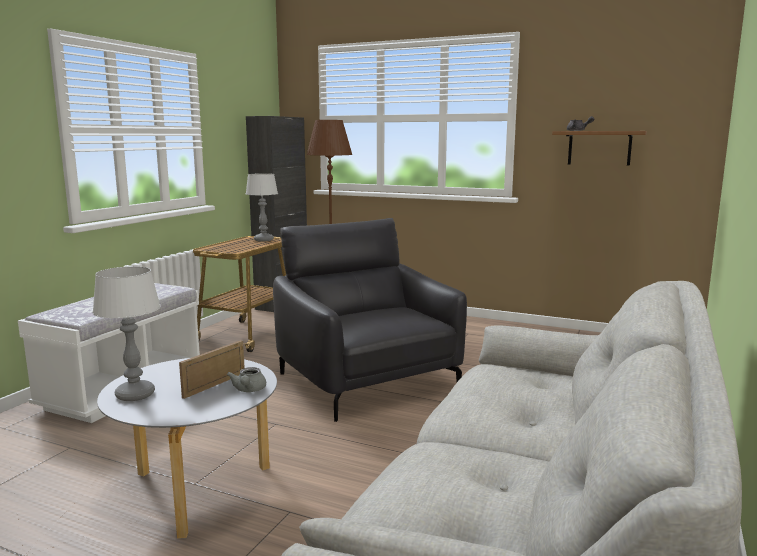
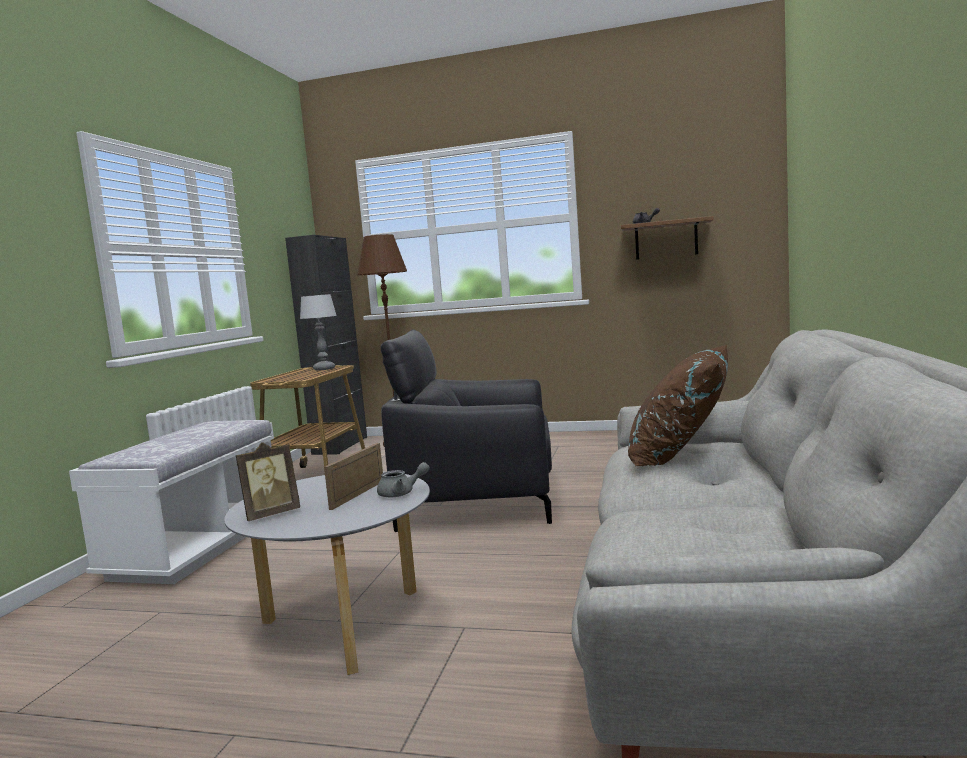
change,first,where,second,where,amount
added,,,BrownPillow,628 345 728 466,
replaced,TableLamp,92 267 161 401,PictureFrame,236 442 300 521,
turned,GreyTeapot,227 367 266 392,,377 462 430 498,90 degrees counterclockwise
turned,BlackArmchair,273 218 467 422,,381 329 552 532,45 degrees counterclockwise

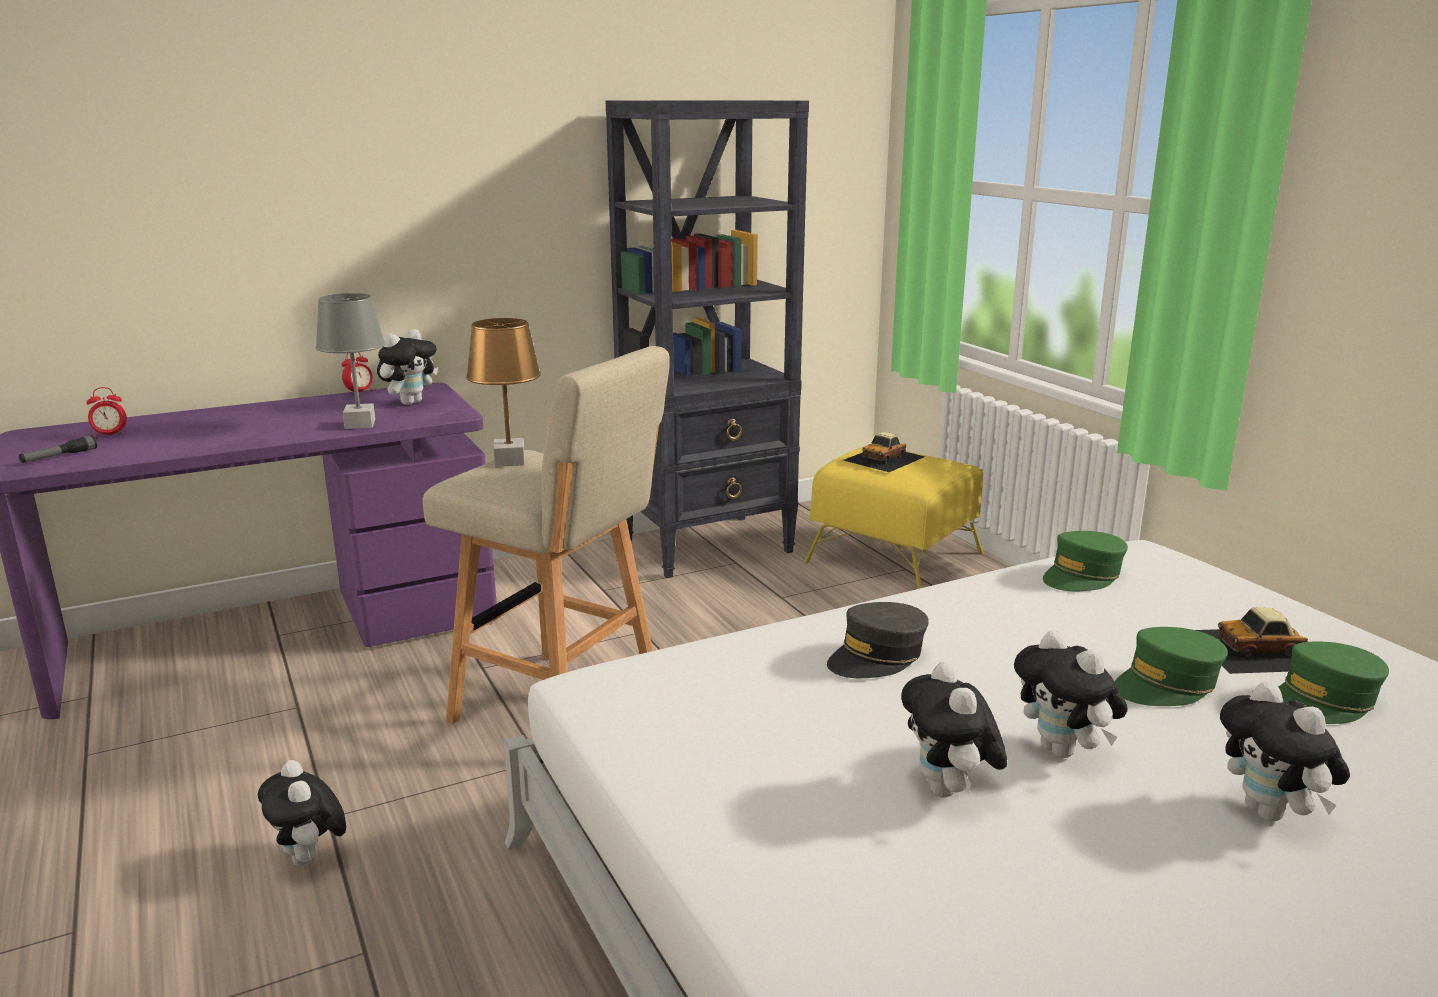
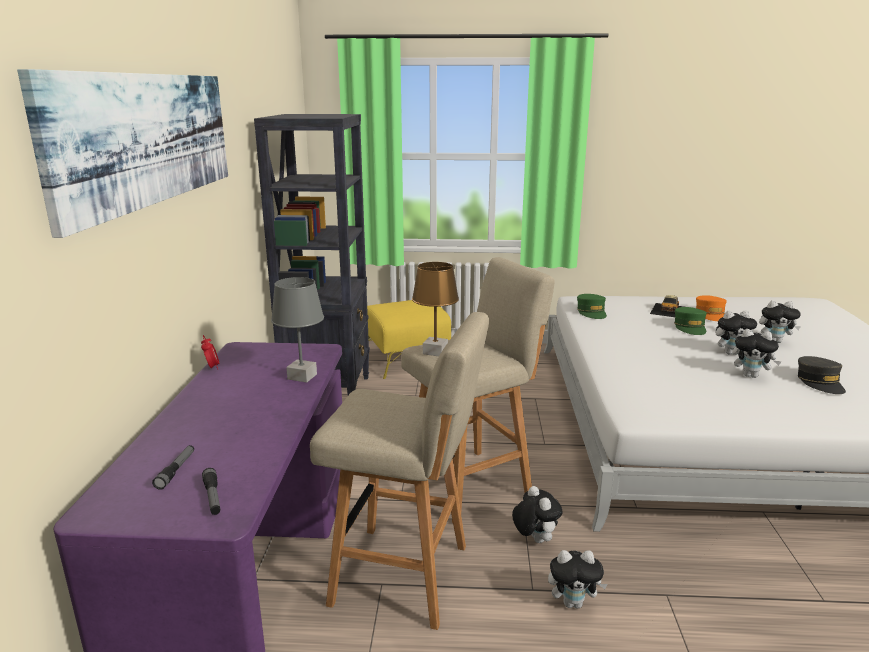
change,first,where,second,where,amount
removed,ToyCar,843 432 925 472,,,
added,,,Picture,17 69 228 238,
added,,,BeigeStool,310 312 489 630,
moved,PlushToy,377 329 438 405,,512 486 562 543,
moved,GreyCap,827 602 929 678,,798 356 846 394,
replaced,AlarmClock,86 387 127 439,Flashlight,152 445 194 490,
recoloured,GreenCap,1279 641 1389 724,OrangeCap,696 295 727 321,

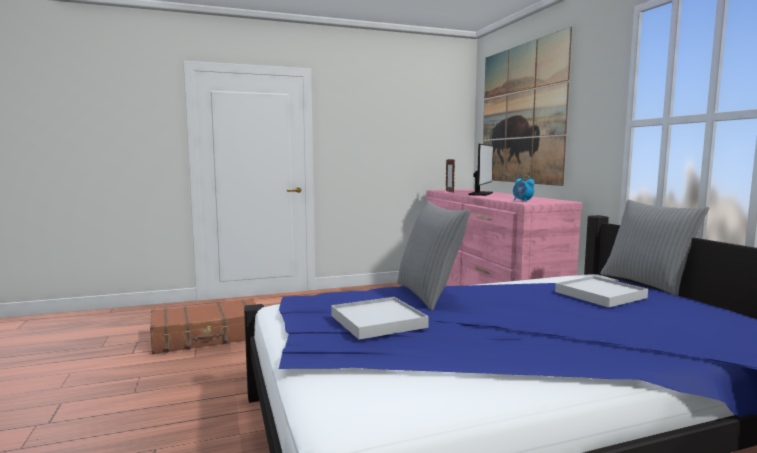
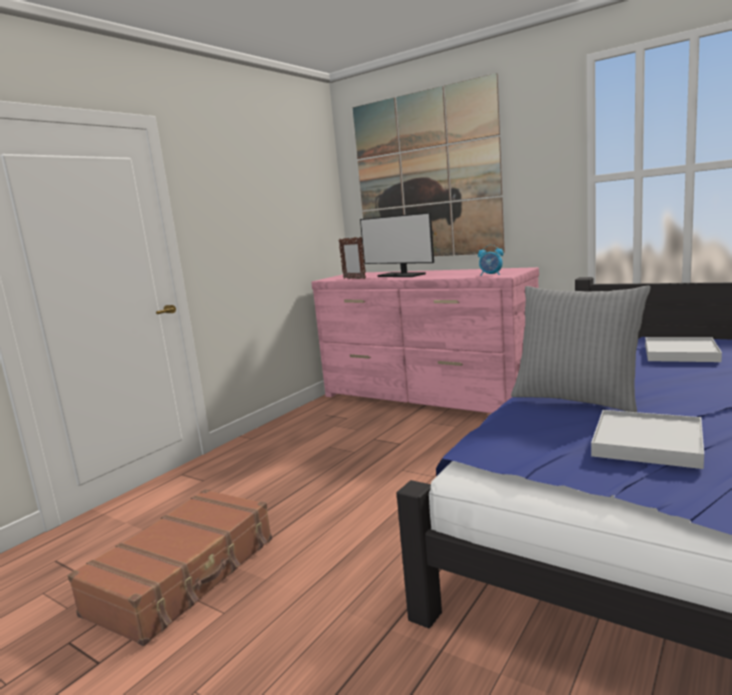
change,first,where,second,where,amount
removed,GreyPillow,600 200 709 296,,,
turned,Monitor,469 144 493 196,,360 212 434 277,150 degrees clockwise

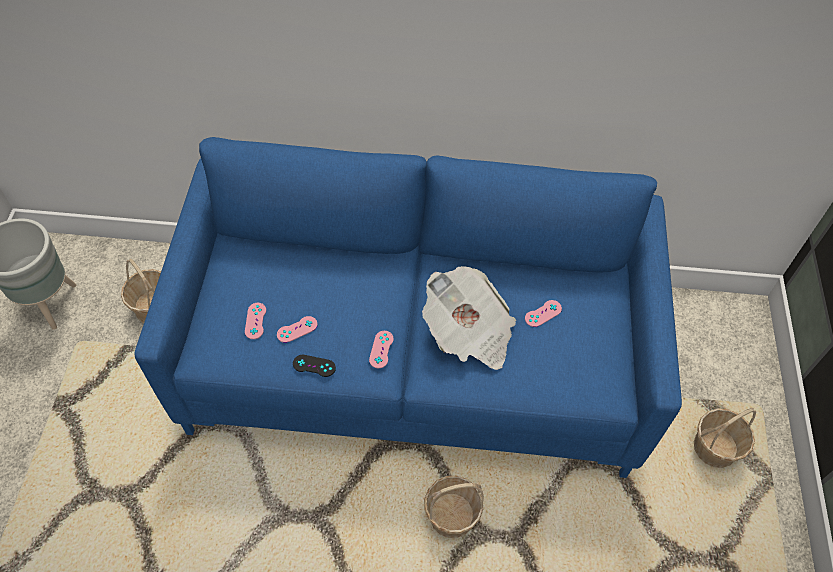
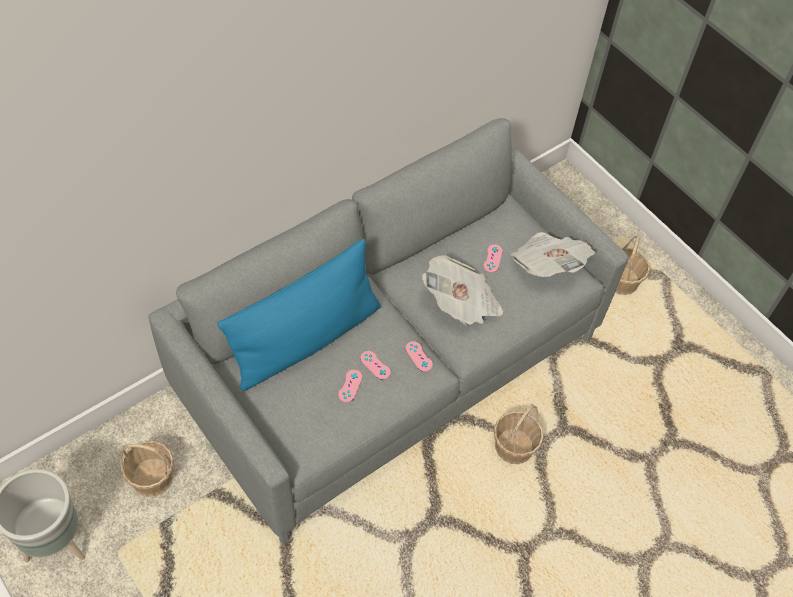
change,first,where,second,where,amount
removed,BlackGameController,293 355 336 377,,,
added,,,BluePillow,217 239 381 391,
added,,,Newspaper,510 232 595 277,
moved,PinkGameController,245 303 266 339,,360 351 391 380,
recoloured,BlueSofa,134 137 682 478,GreySofa,148 118 628 544,

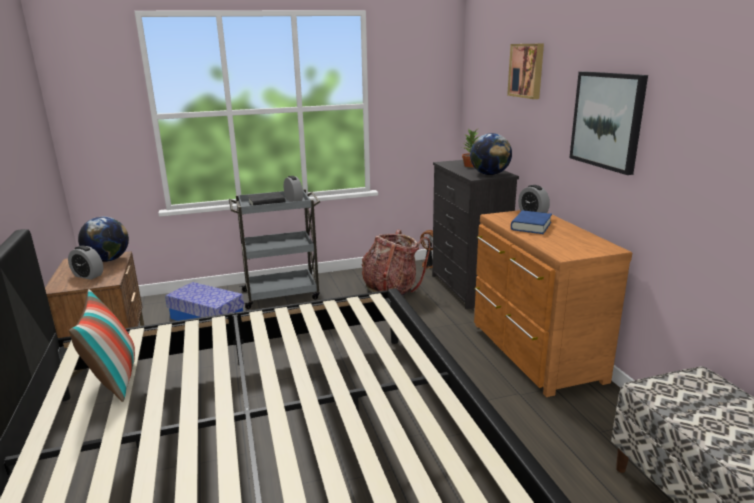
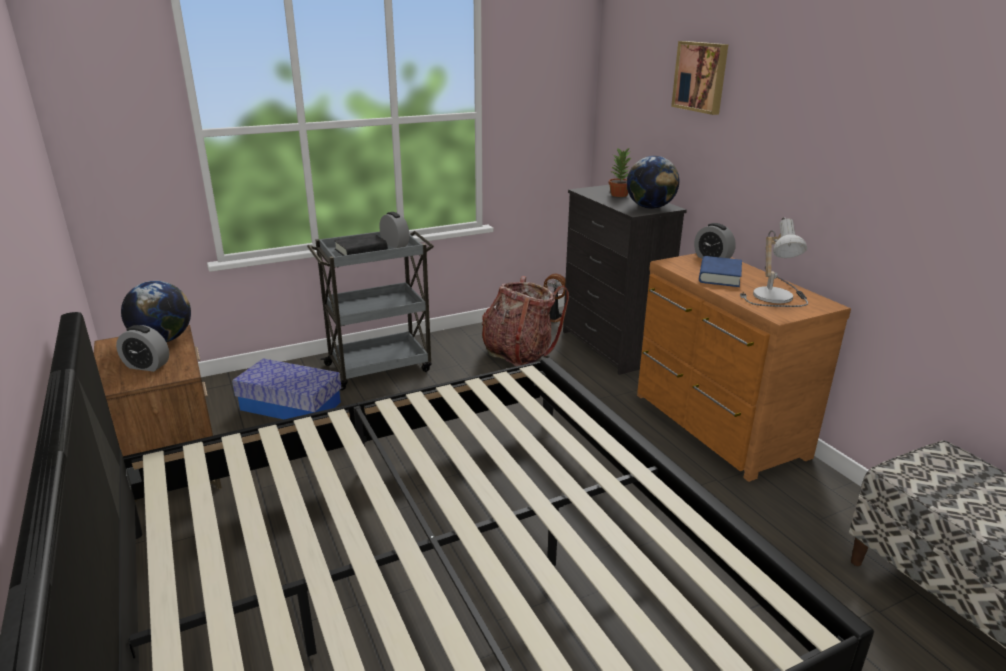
change,first,where,second,where,amount
removed,Pillow,69 289 135 402,,,
removed,Picture,569 71 648 175,,,
added,,,TableLamp,740 217 808 307,

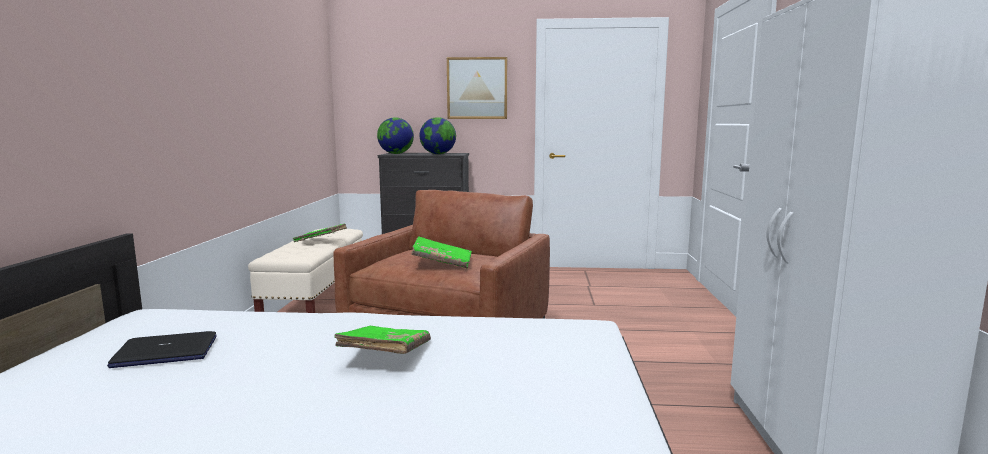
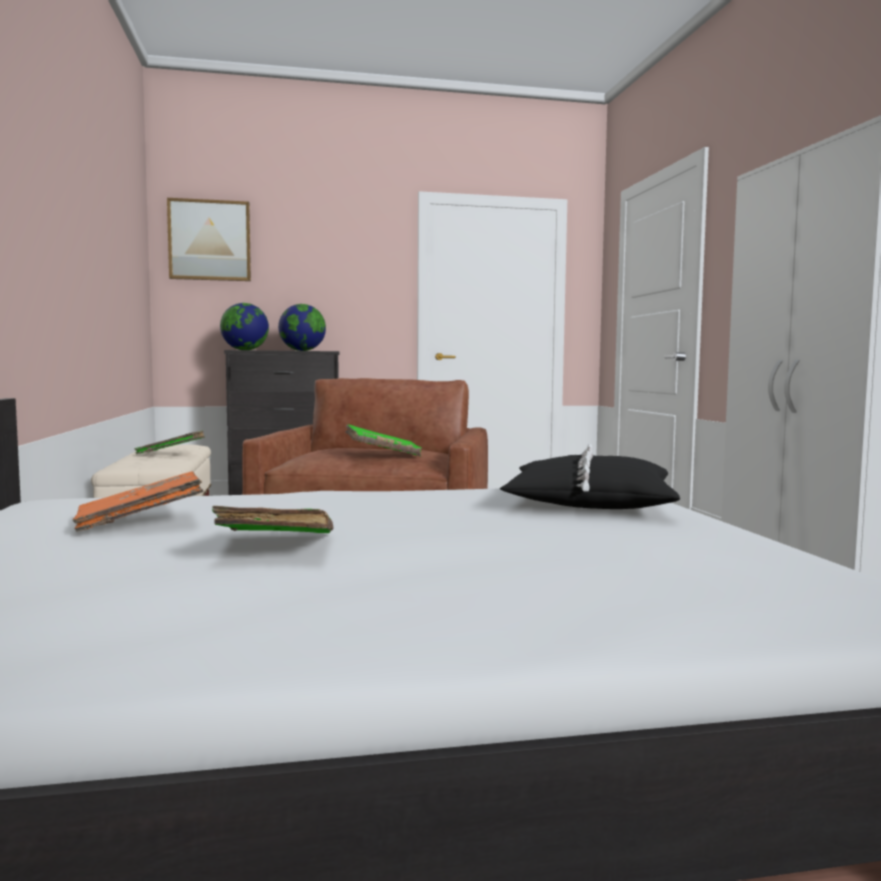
change,first,where,second,where,amount
added,,,BlackPillow,500 443 681 509,
moved,GreenBook,334 326 431 354,,212 506 334 533,
moved,Picture,447 57 507 119,,167 198 251 281,
replaced,Laptop,107 331 217 368,OrangeBook,73 471 204 531,

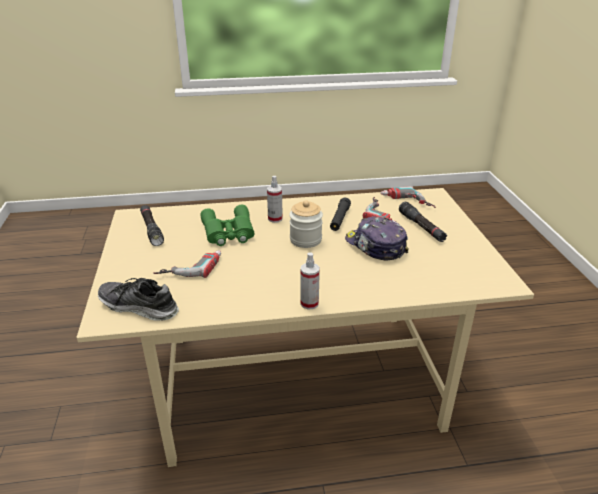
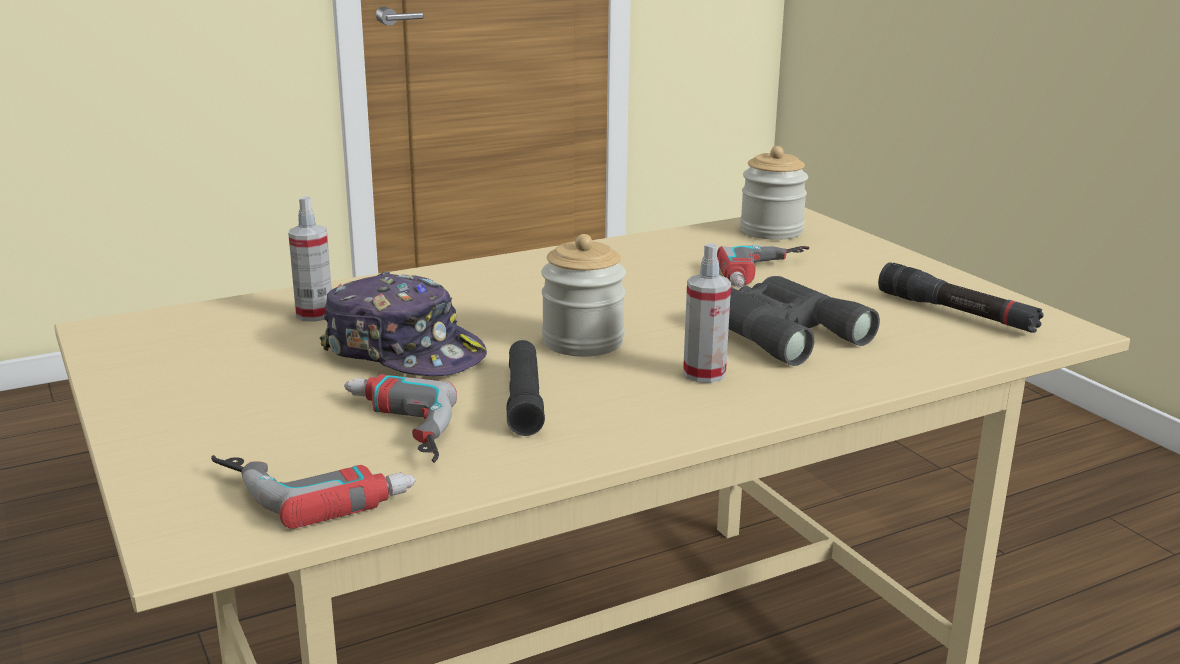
change,first,where,second,where,amount
removed,BlackFlashlight,399 202 447 242,,,
moved,SprayBottle,300 252 320 310,,288 196 332 322,
replaced,Shoe,98 278 179 321,Jar,740 146 808 240,
recoloured,GreenBinoculars,200 205 254 246,GreyBinoculars,729 276 880 366,

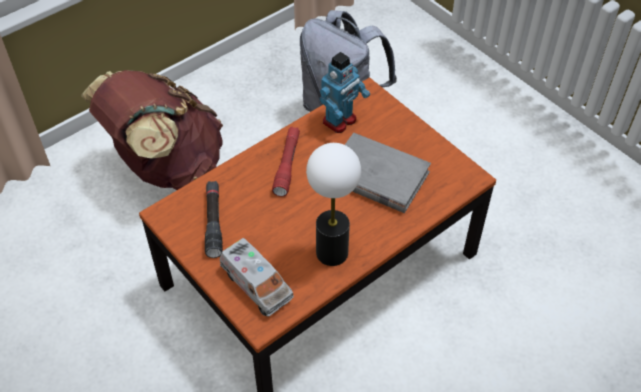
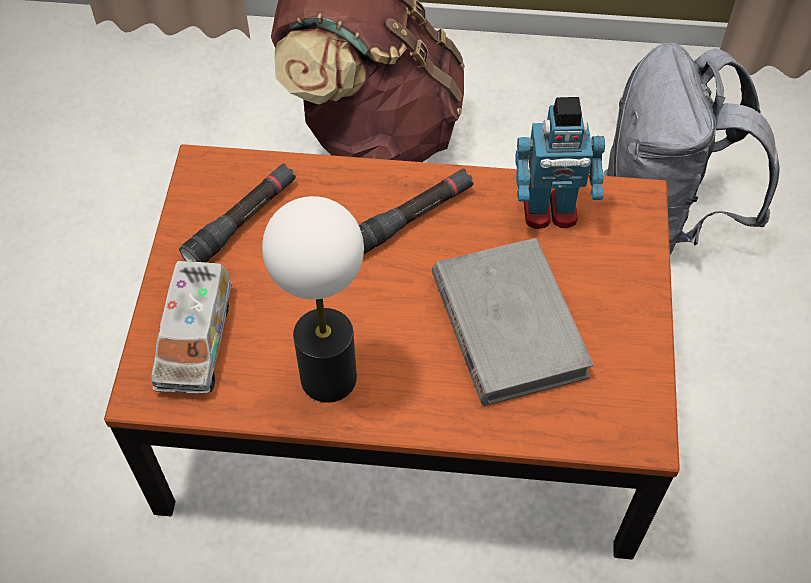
change,first,where,second,where,amount
recoloured,RedFlashlight,272 127 300 197,BlackFlashlight,359 169 474 254,

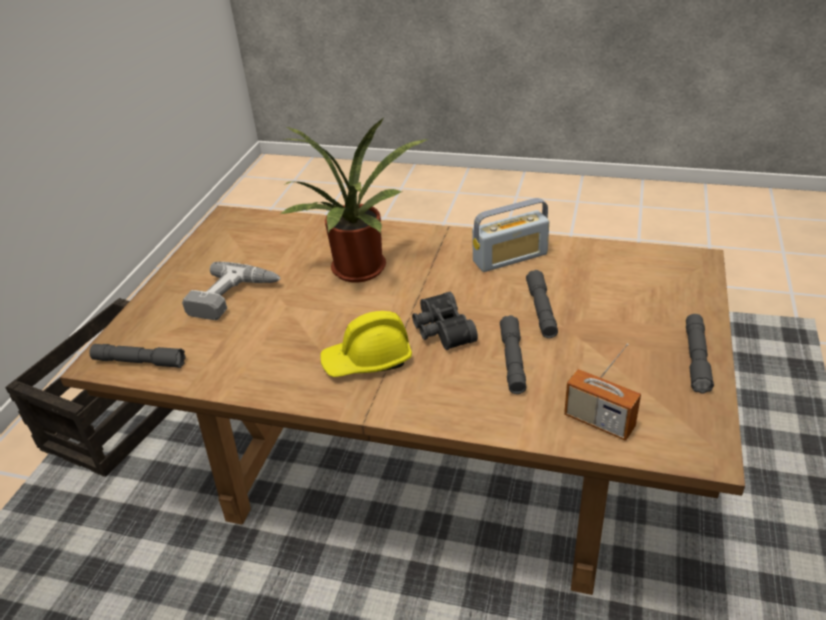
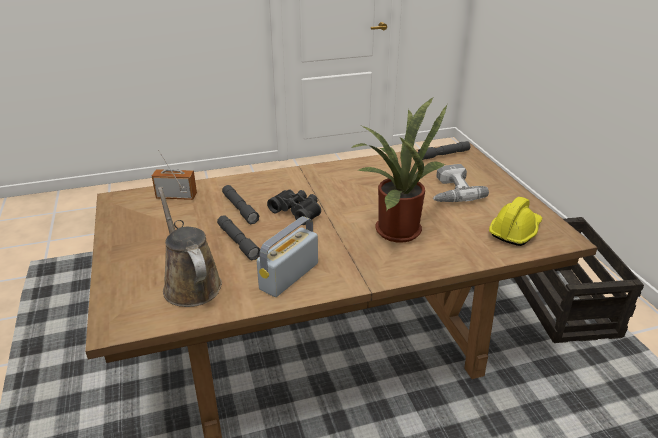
change,first,where,second,where,amount
removed,GreyFlashlight,686 314 714 394,,,
added,,,BrownWateringCan,158 187 222 307,
moved,YellowHardHat,321 311 412 377,,489 197 542 246,

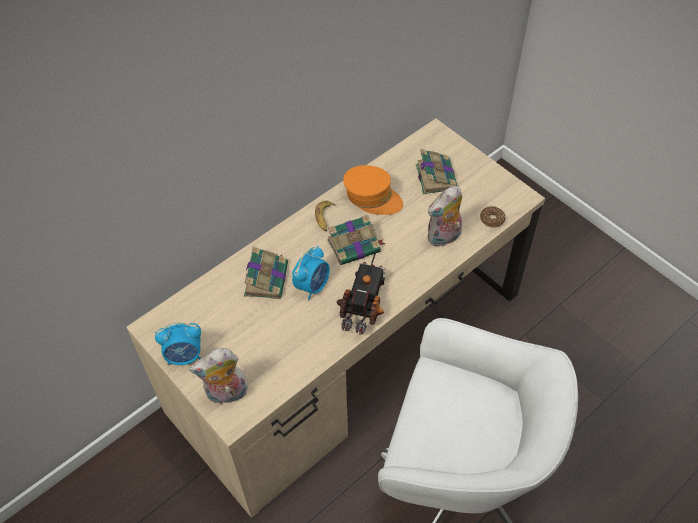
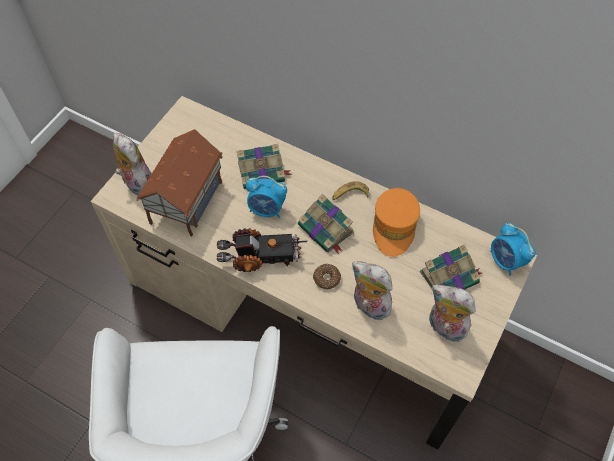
change,first,where,second,where,amount
added,,,ToyHouse,136 129 223 236,
added,,,PlushToy,429 284 476 342,
moved,AlarmClock,155 322 201 365,,490 222 535 276,
moved,Donut,480 206 505 228,,313 264 341 289,

